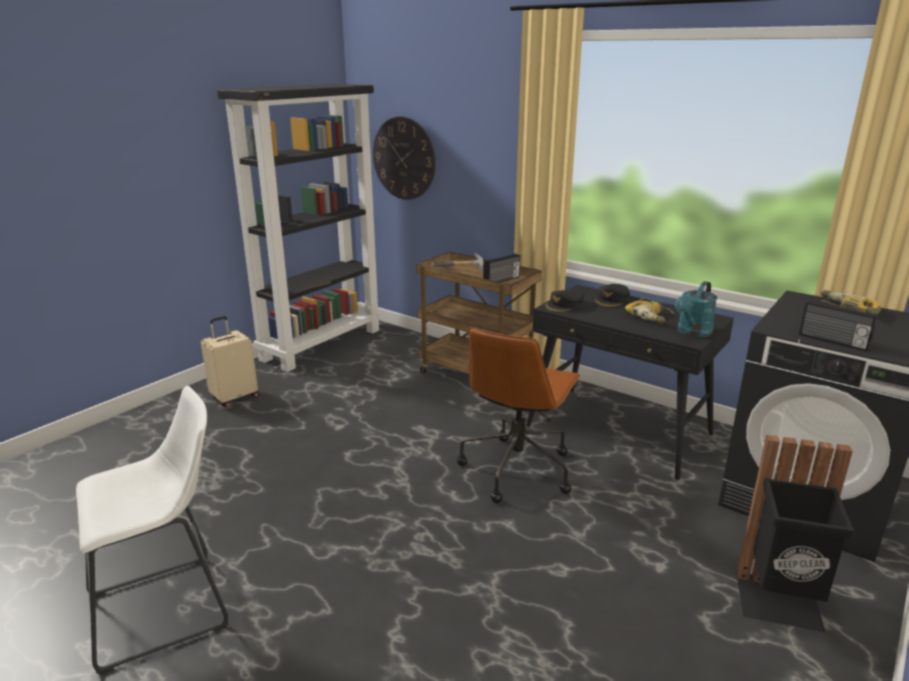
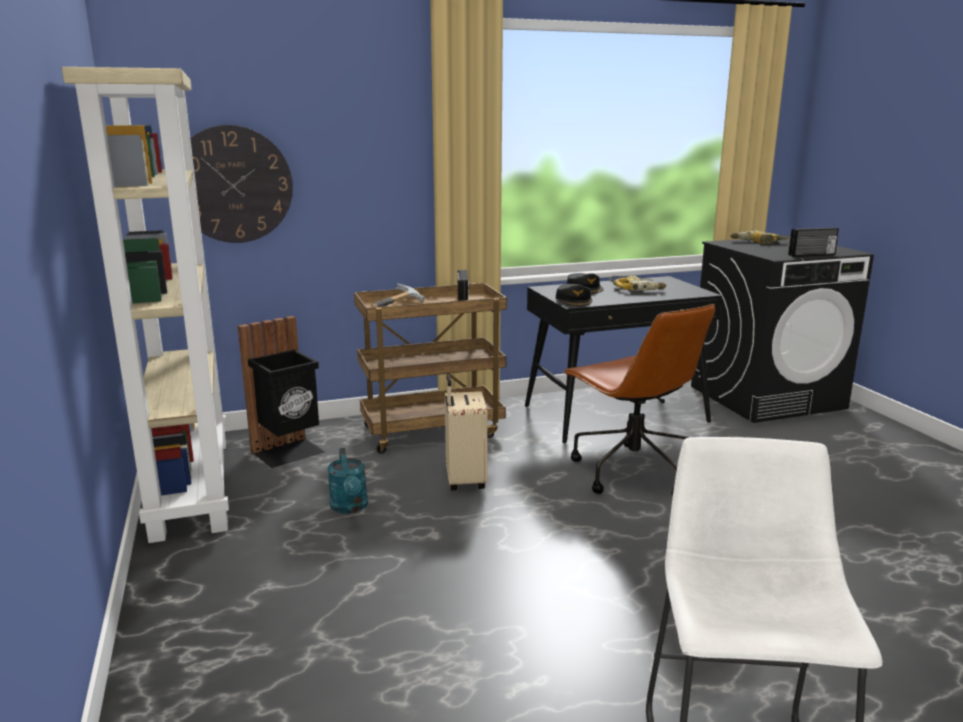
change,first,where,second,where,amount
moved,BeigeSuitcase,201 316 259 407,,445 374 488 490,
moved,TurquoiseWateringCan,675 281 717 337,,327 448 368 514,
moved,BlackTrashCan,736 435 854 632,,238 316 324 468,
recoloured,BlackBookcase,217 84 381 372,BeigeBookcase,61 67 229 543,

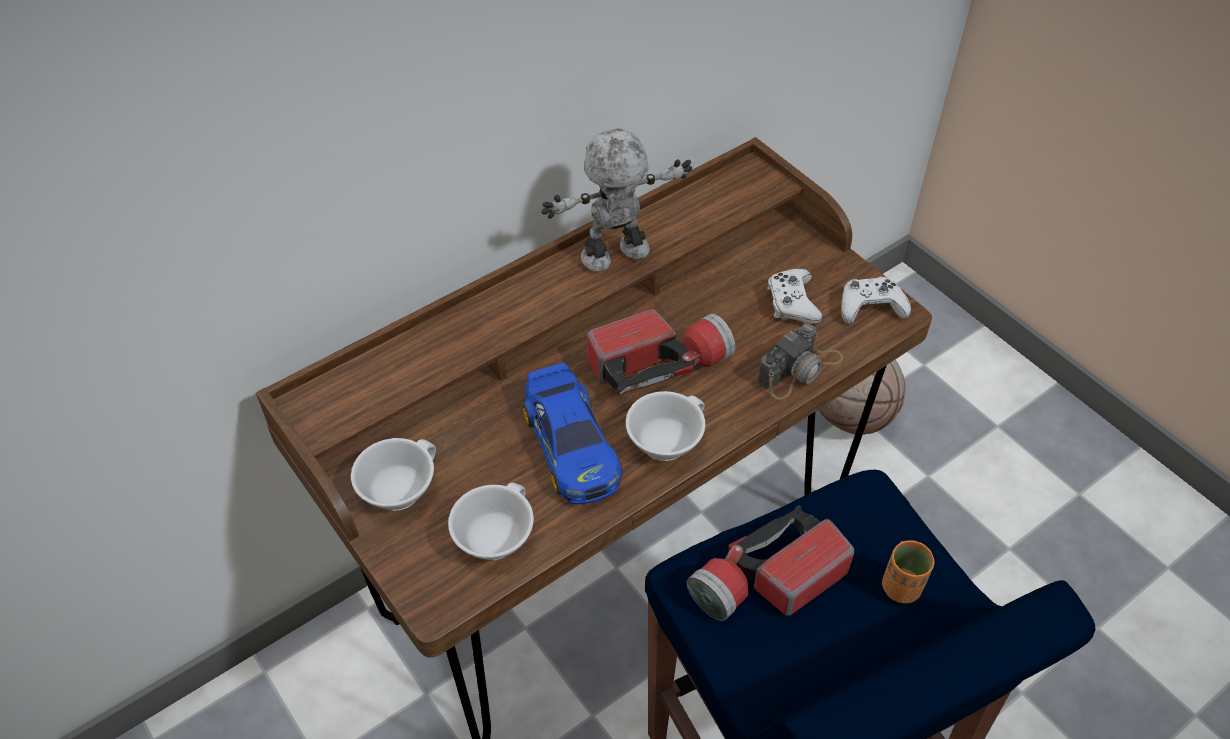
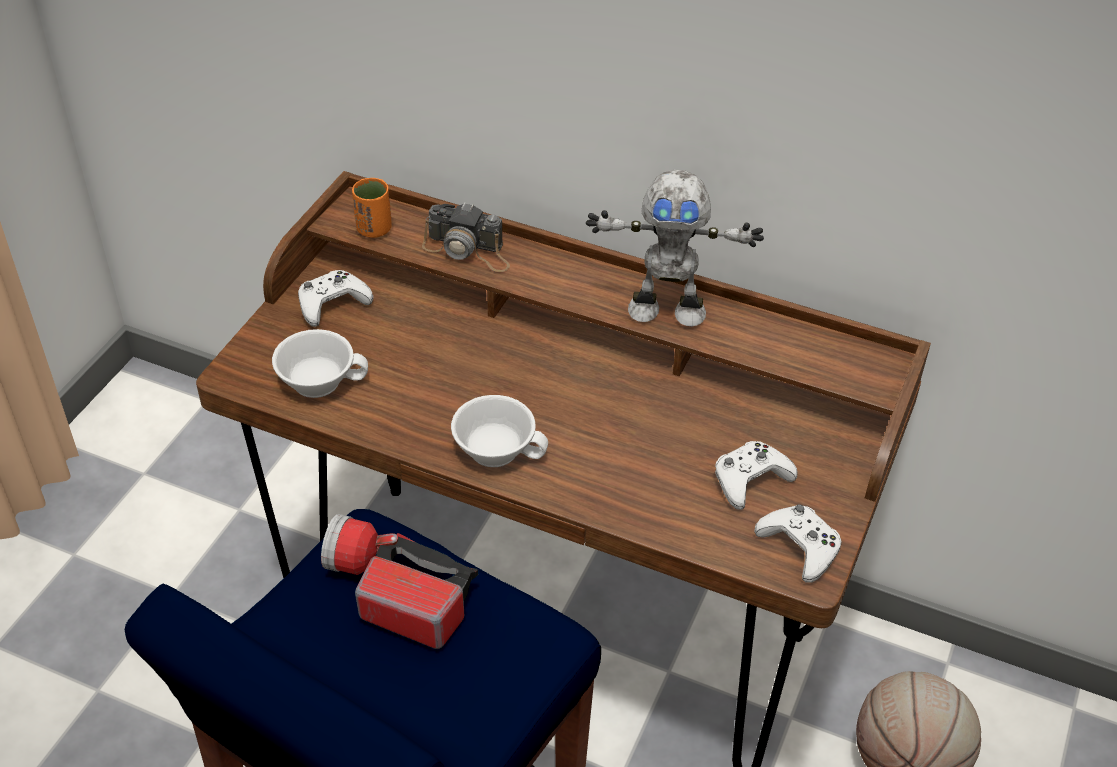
change,first,where,second,where,amount
removed,ToyCar,523 363 622 504,,,
removed,Flashlight,587 309 735 396,,,
moved,PhotoCamera,758 324 844 400,,422 202 510 272,
moved,OrangeCup,882 541 934 603,,352 178 391 238,
replaced,WhiteCup,351 438 436 511,WhiteGameController,298 270 374 327,
turned,ToyRobot,541 128 692 271,,586 170 764 326,150 degrees clockwise

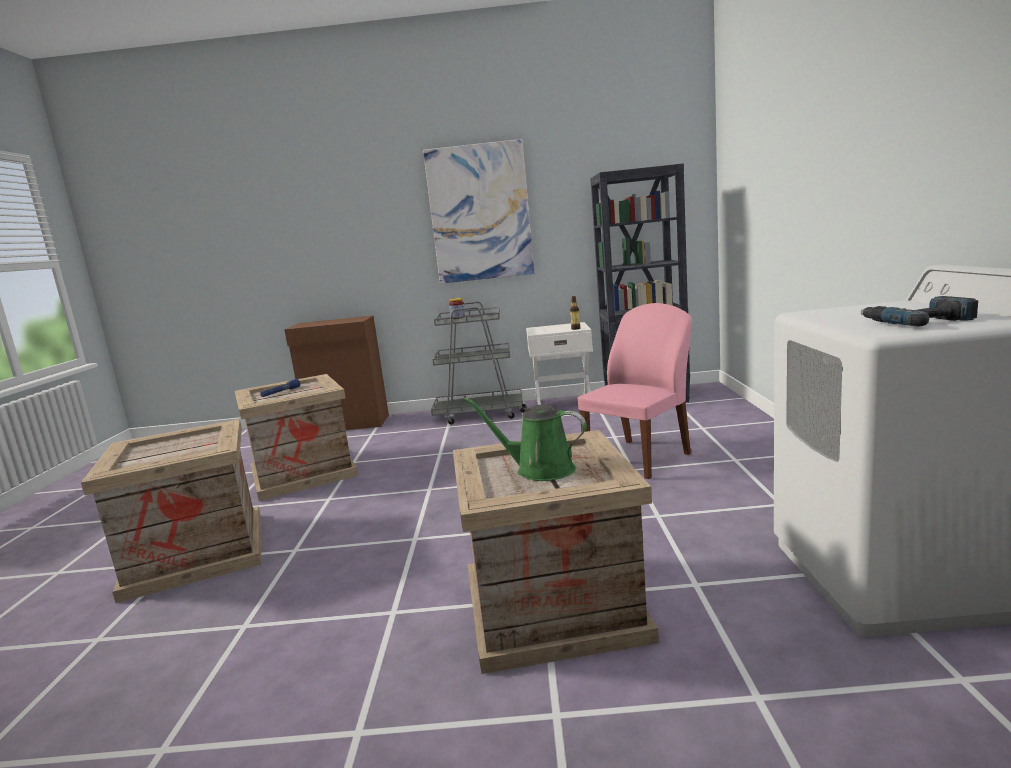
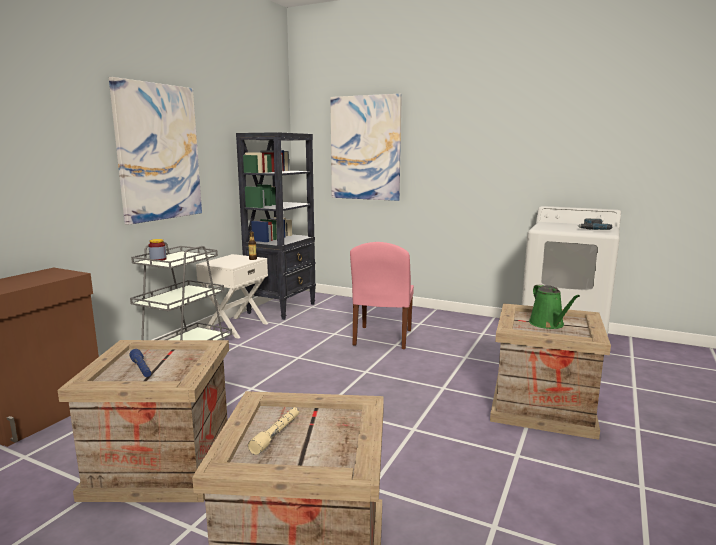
change,first,where,second,where,amount
added,,,BeigeFlashlight,248 407 299 455,
added,,,Picture,330 94 402 201,
turned,GreenWateringCan,464 398 587 481,,529 284 580 329,60 degrees counterclockwise
turned,PinkChair,578 303 692 479,,350 242 414 349,150 degrees counterclockwise

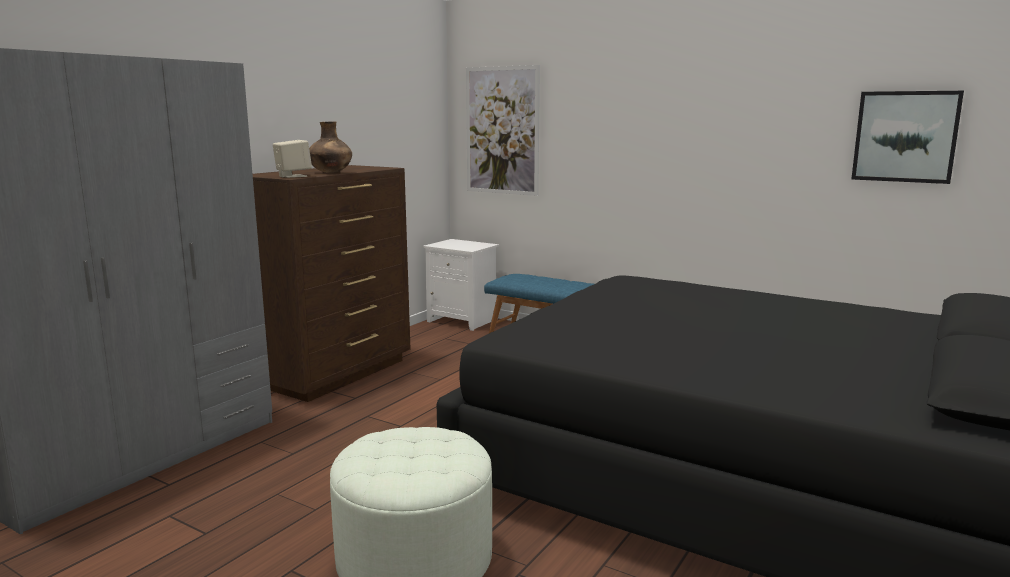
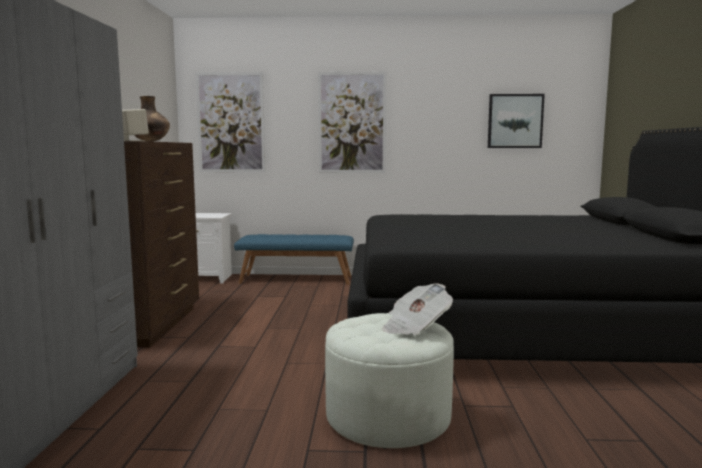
change,first,where,second,where,amount
added,,,Picture,318 72 387 173,
added,,,Newspaper,382 283 453 335,

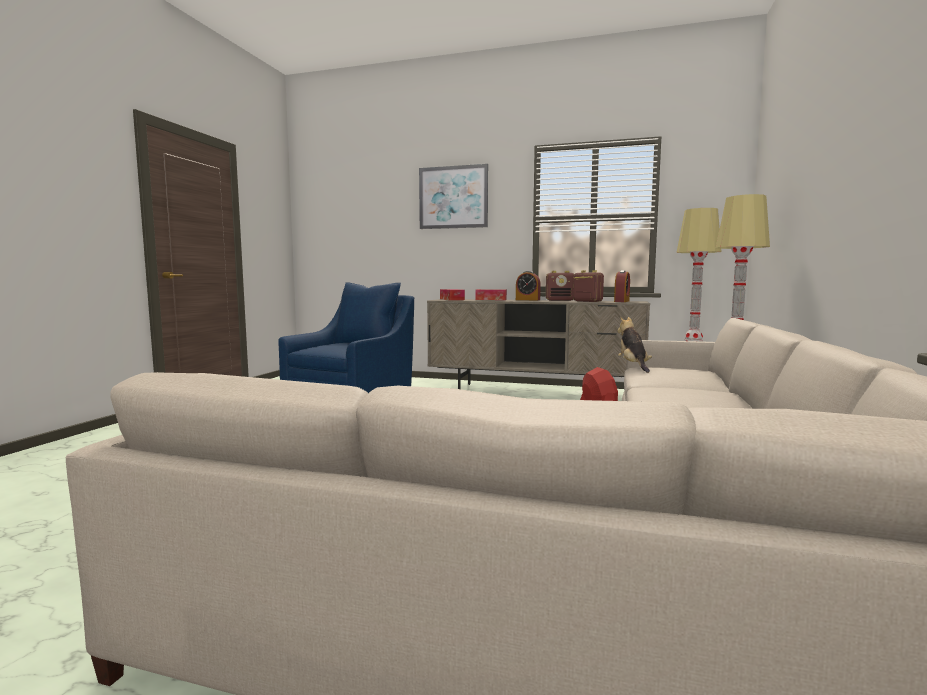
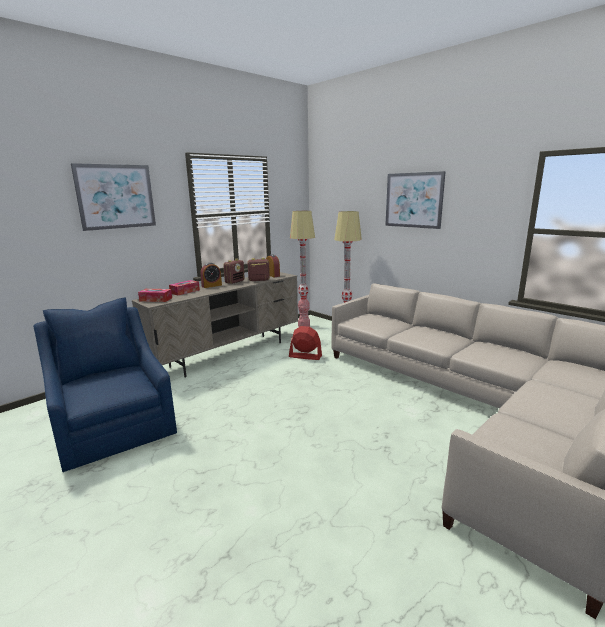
change,first,where,second,where,amount
removed,PlushToy,617 316 652 373,,,
added,,,Picture,385 171 446 229,

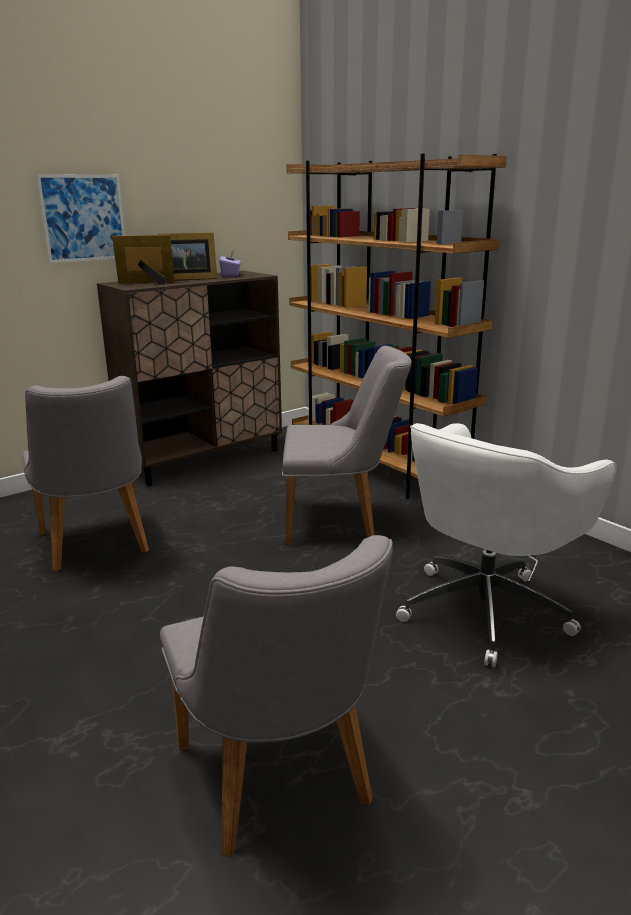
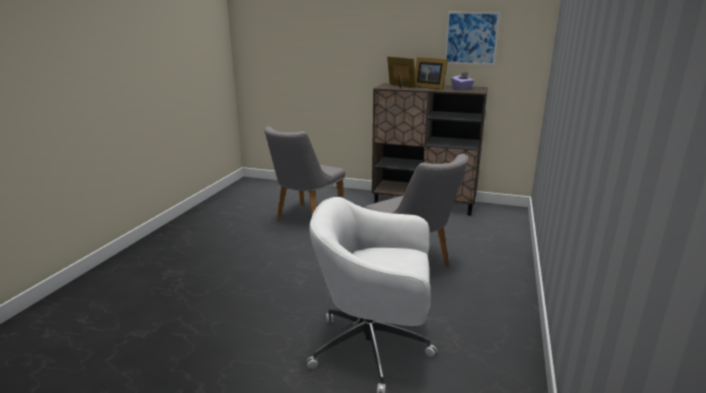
change,first,where,second,where,amount
removed,GreyChair,160 535 393 858,,,
removed,BrownBookcase,286 154 507 499,,,
moved,Picture,36 174 125 263,,445 12 500 65,

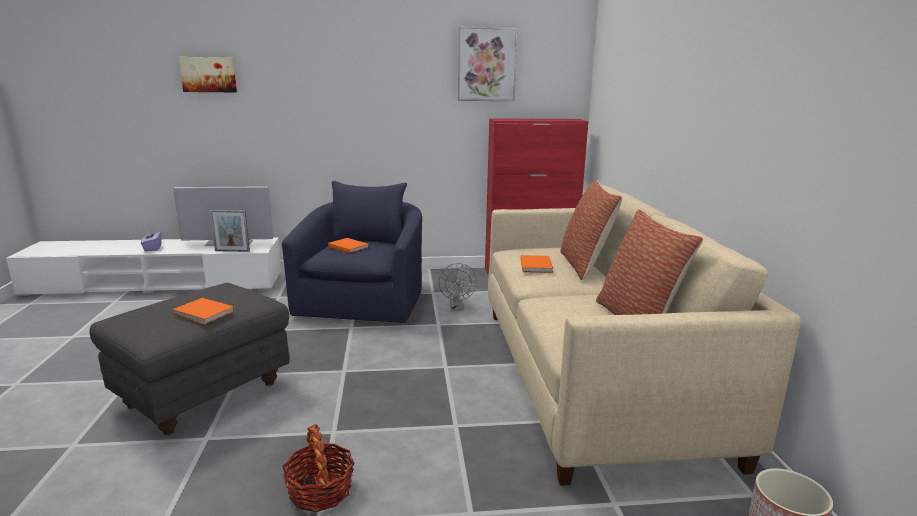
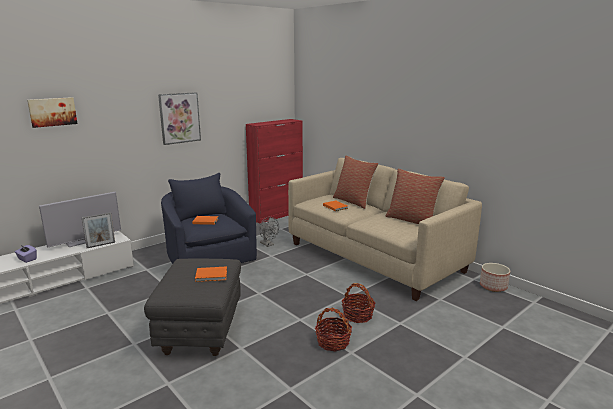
change,first,where,second,where,amount
added,,,Basket,342 283 376 323,
moved,Picture,458 26 518 101,,158 92 201 145,

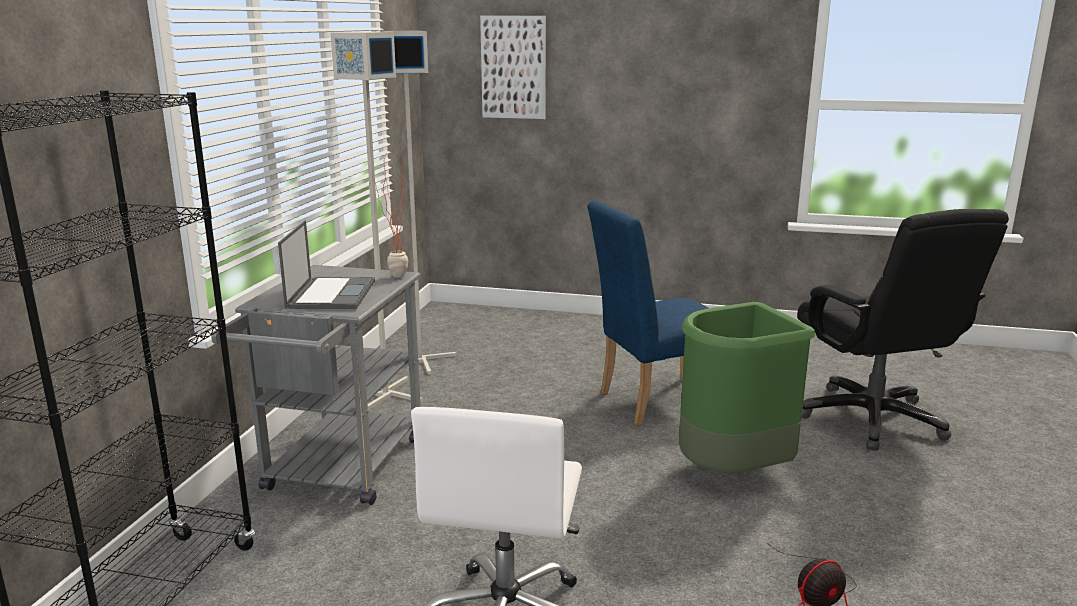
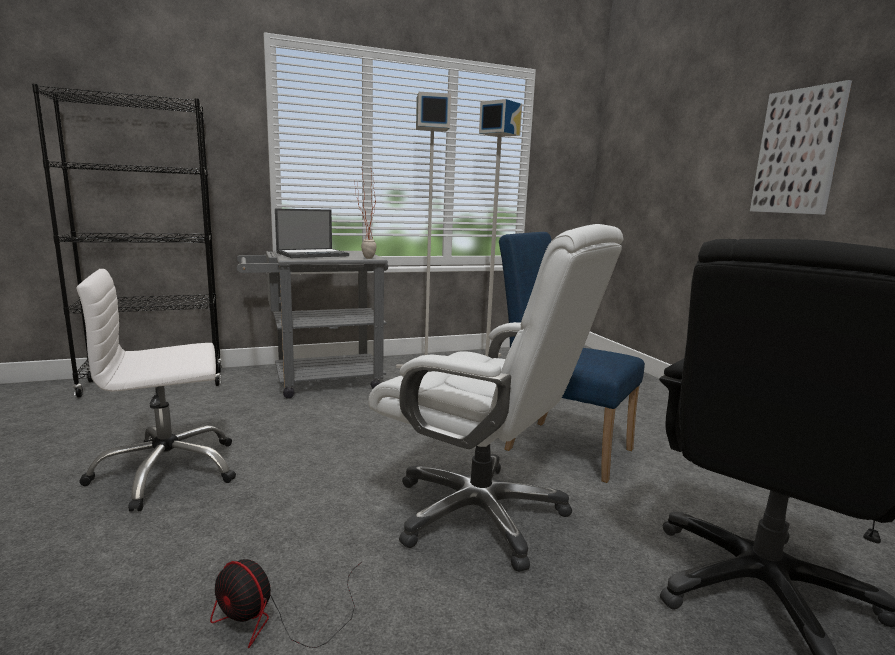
change,first,where,second,where,amount
moved,Picture,480 16 546 119,,750 80 852 215,
replaced,GreenTrashCan,679 302 815 473,WhiteOfficeChair,368 224 623 572,

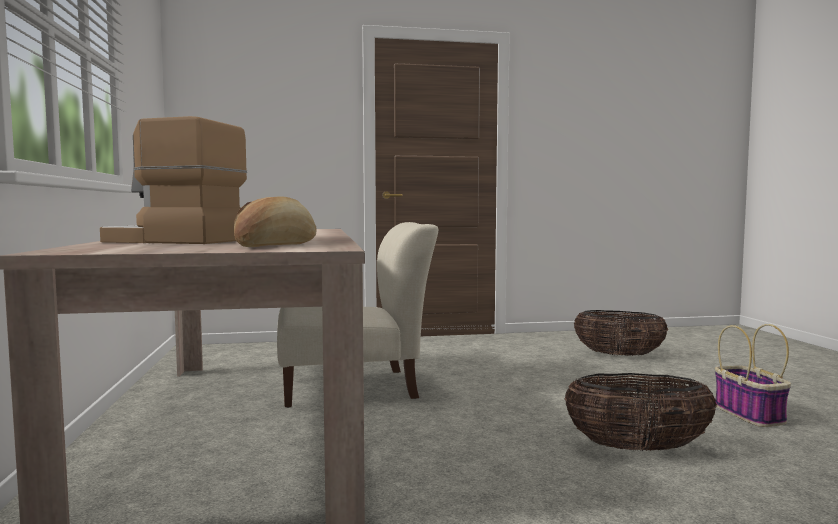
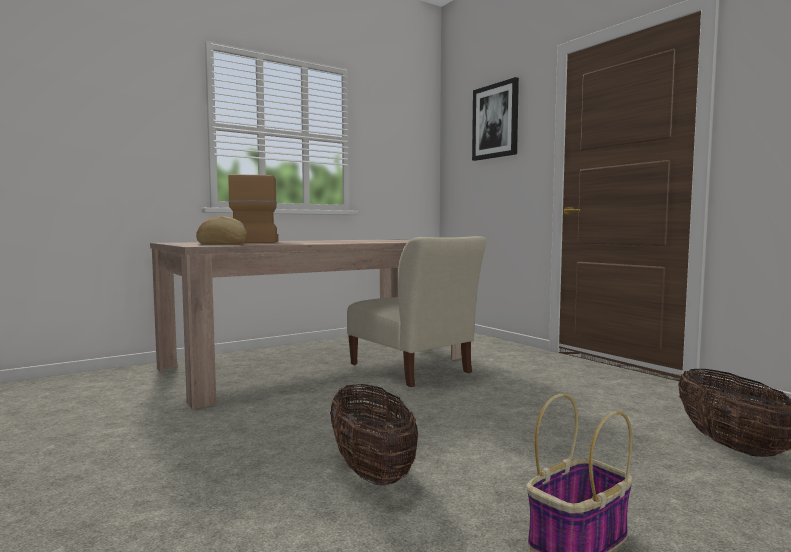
change,first,where,second,where,amount
added,,,Picture,472 77 519 161,

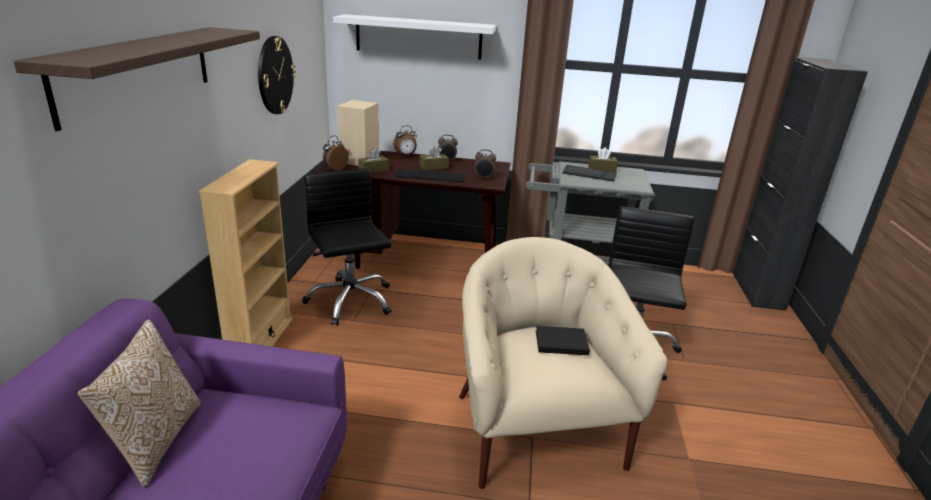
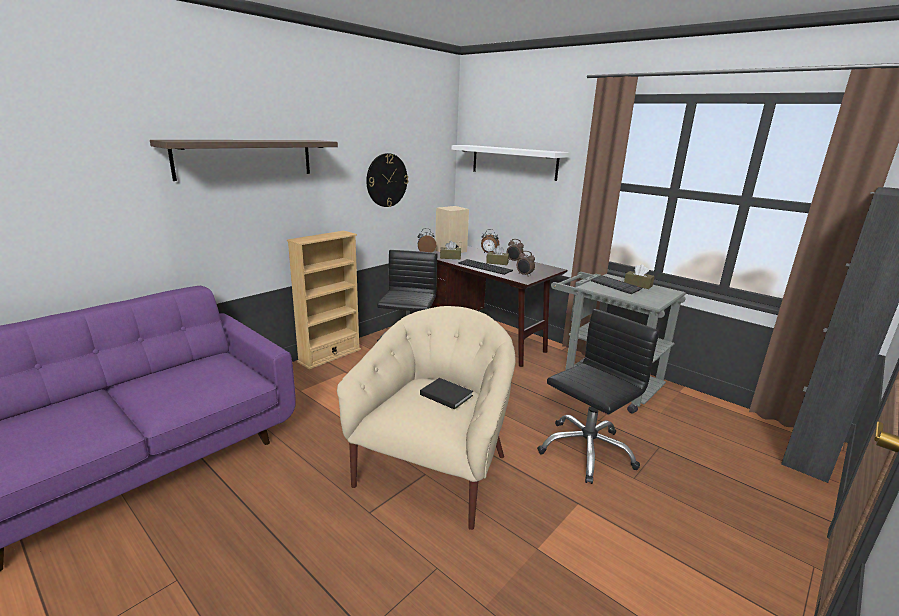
change,first,where,second,where,amount
removed,Pillow,78 319 201 488,,,

